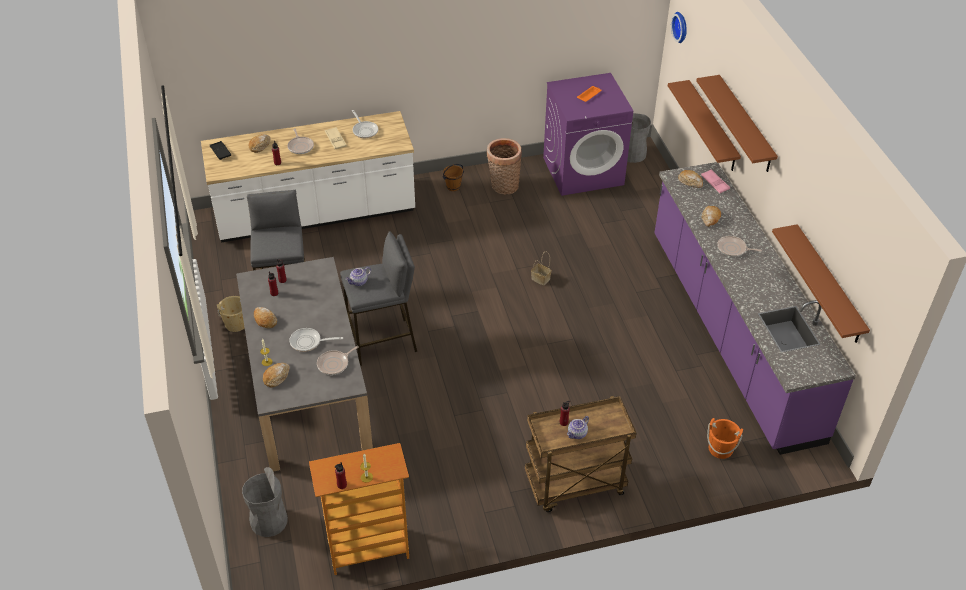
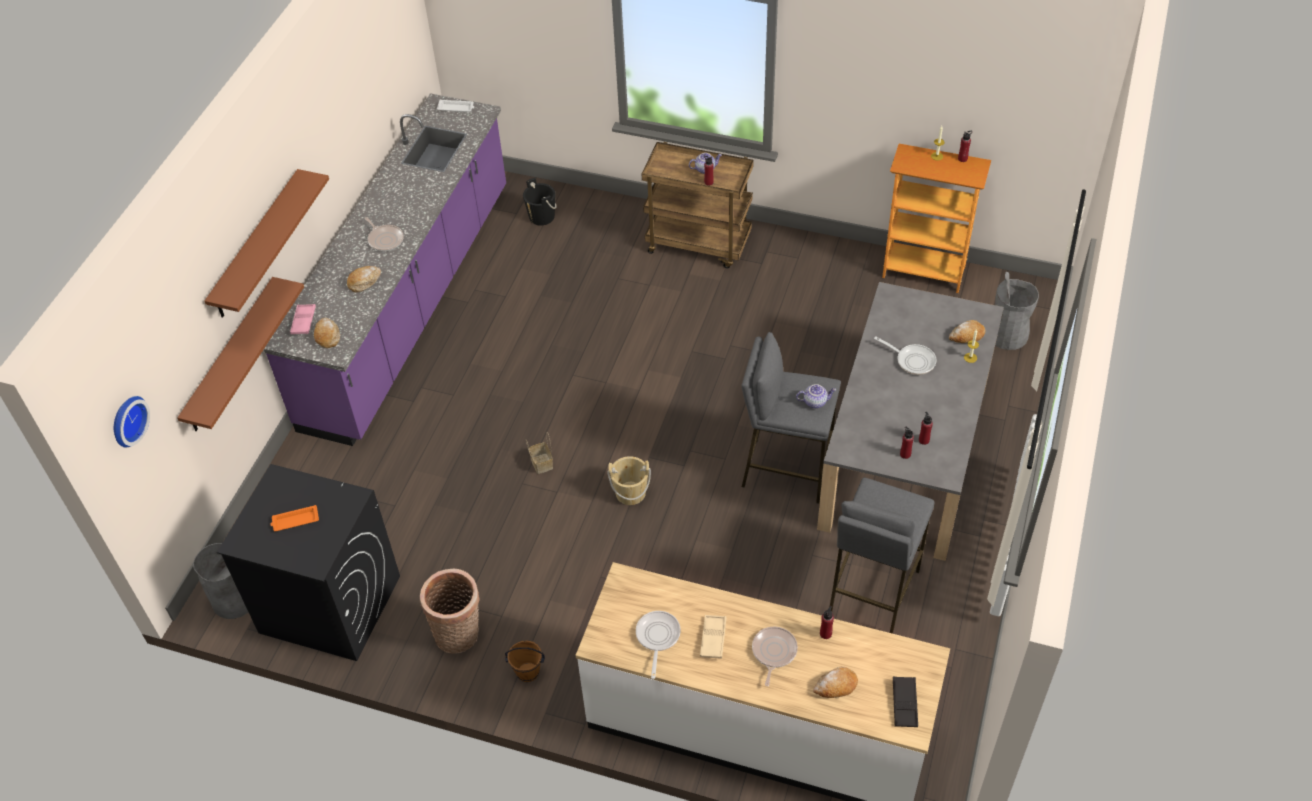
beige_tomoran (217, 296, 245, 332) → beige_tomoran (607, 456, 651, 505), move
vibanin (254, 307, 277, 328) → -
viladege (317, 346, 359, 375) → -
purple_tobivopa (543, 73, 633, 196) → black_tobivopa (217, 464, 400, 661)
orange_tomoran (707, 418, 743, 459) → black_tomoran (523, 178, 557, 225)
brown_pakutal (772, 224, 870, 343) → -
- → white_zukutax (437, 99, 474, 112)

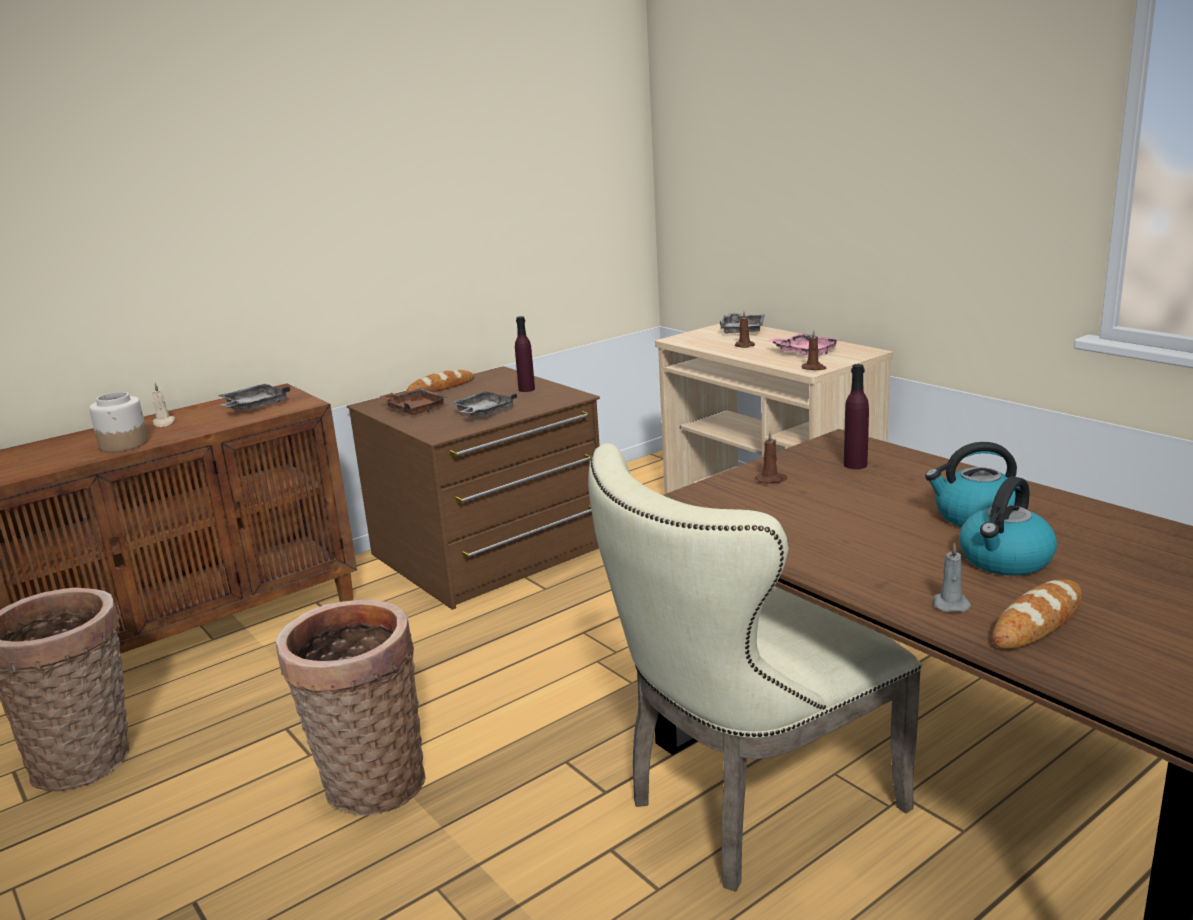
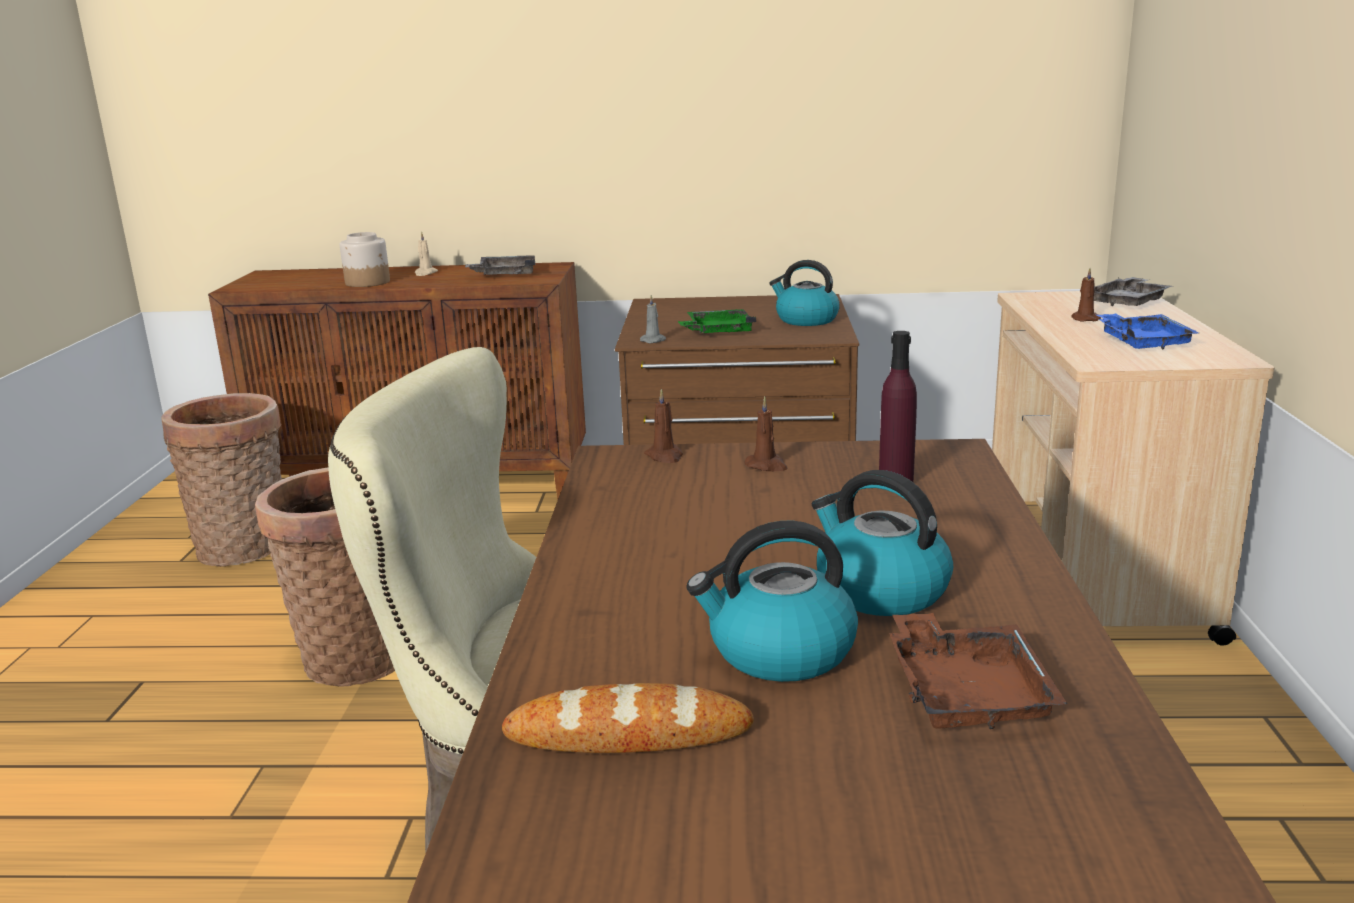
brown_zukutax (380, 388, 447, 415) → brown_zukutax (889, 613, 1067, 729), move
vibanin (406, 370, 474, 393) → -
grey_zukutax (451, 391, 517, 416) → green_zukutax (678, 309, 756, 333)
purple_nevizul (515, 316, 535, 392) → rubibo (769, 260, 840, 326)
pink_zukutax (768, 333, 841, 356) → blue_zukutax (1096, 313, 1199, 350)
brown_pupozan (802, 330, 827, 370) → brown_pupozan (644, 389, 683, 463), move
grey_pupozan (933, 542, 971, 612) → grey_pupozan (640, 295, 666, 343), move

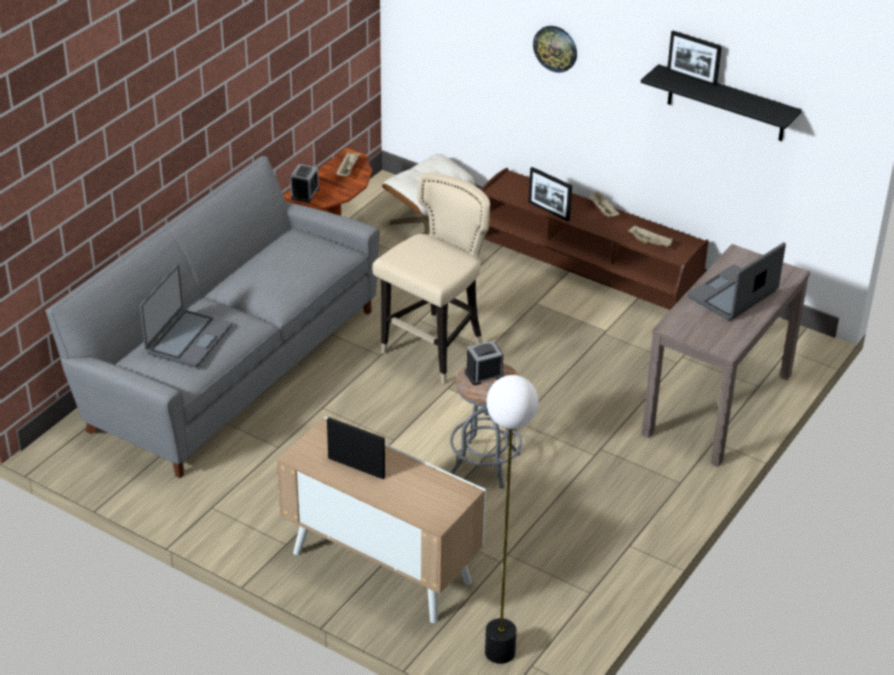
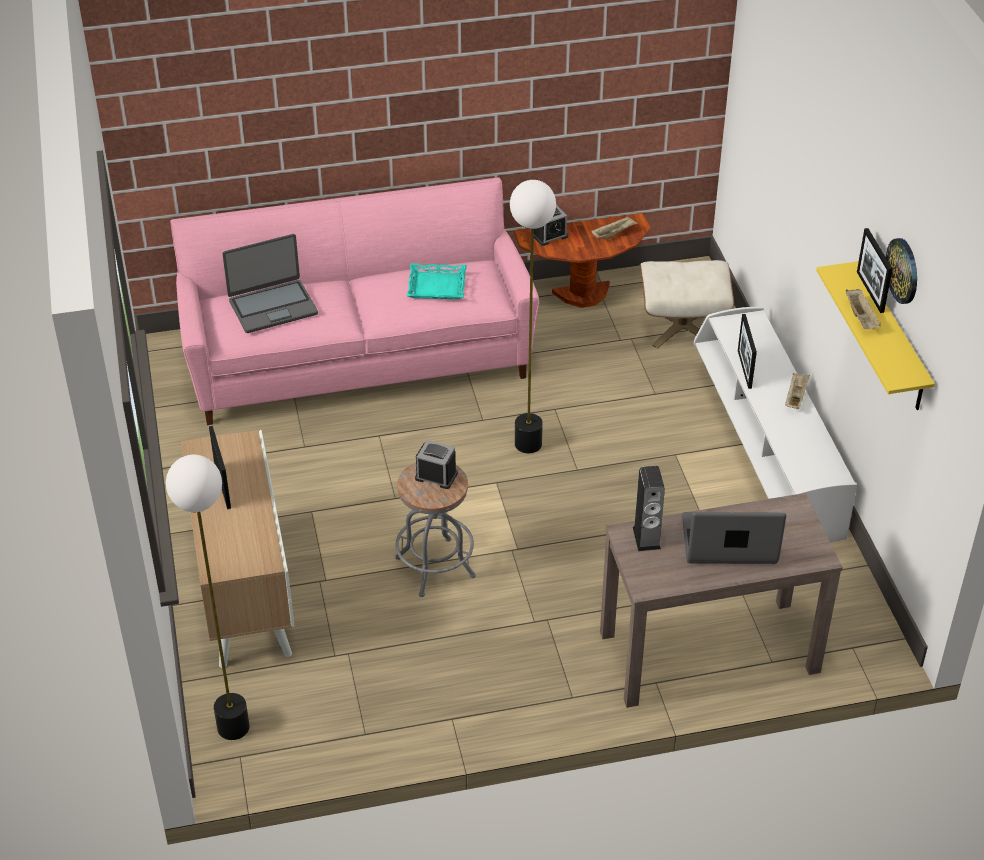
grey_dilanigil (46, 156, 380, 478) → pink_dilanigil (170, 178, 539, 425)
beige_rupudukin (372, 173, 490, 384) → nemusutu (510, 180, 556, 453)
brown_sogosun (481, 168, 709, 310) → white_sogosun (694, 307, 857, 542)
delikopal (533, 26, 577, 73) → delikopal (886, 238, 917, 304), move
beige_zukutax (628, 226, 673, 247) → beige_zukutax (845, 289, 881, 329), move
black_pakutal (641, 64, 802, 141) → yellow_pakutal (816, 261, 935, 410)
- → turquoise_zukutax (407, 263, 467, 299)
- → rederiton (633, 466, 665, 551)

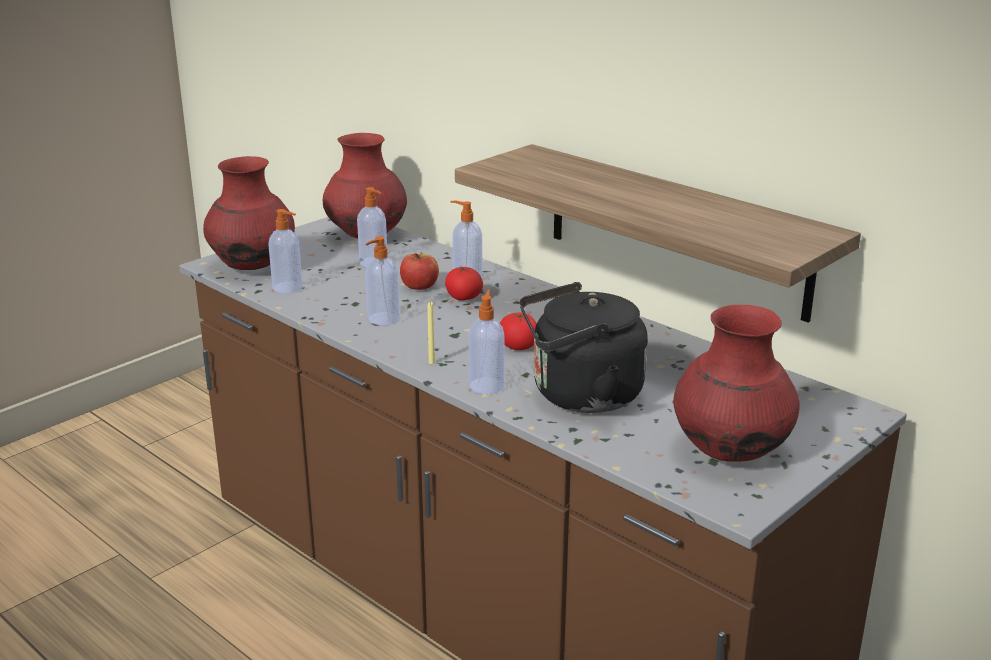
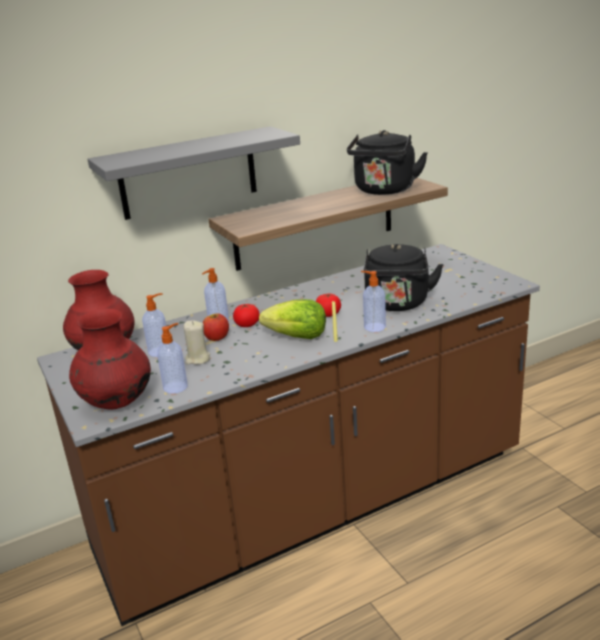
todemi (365, 236, 400, 325) → -
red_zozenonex (673, 305, 800, 462) → -
- → grey_pakutal (87, 126, 300, 220)
- → beige_pupozan (184, 321, 210, 365)
- → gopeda (259, 299, 326, 339)
- → black_rubibo (347, 130, 428, 195)

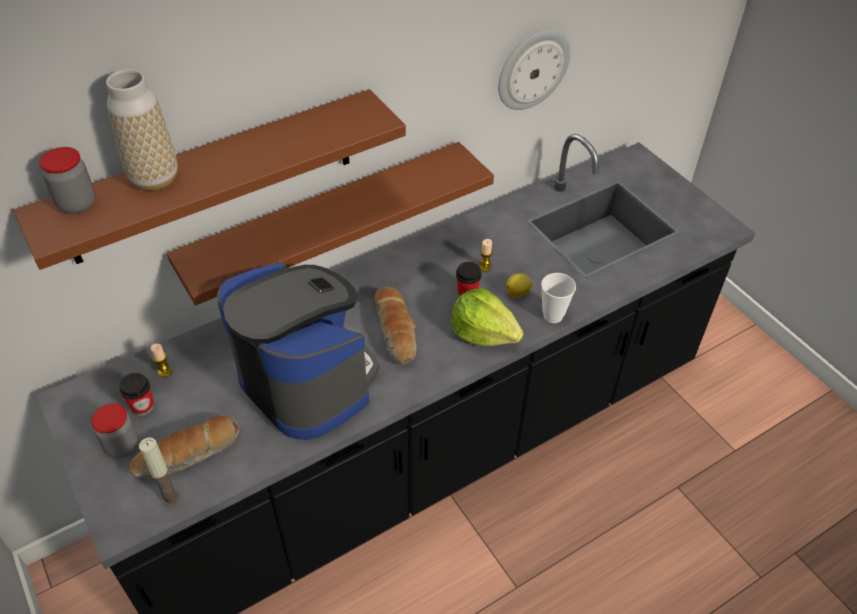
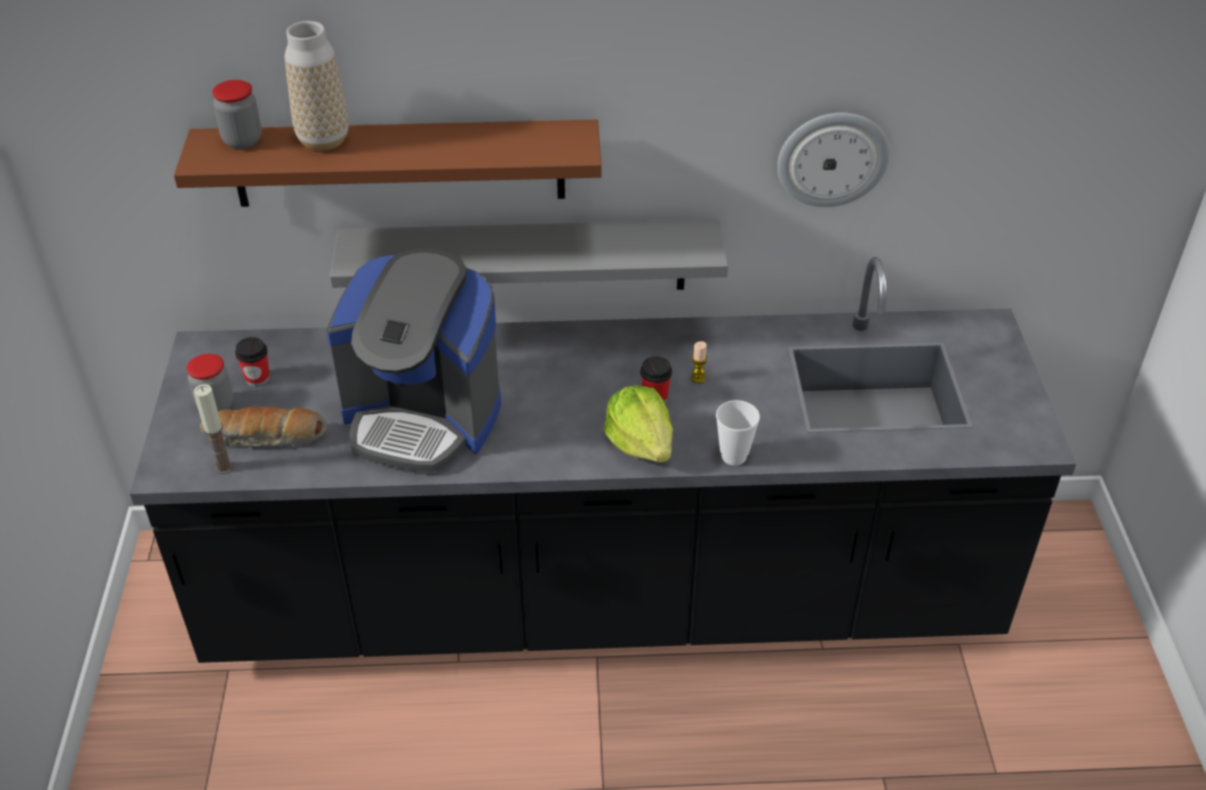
pupozan (150, 344, 172, 378) → -
brown_pakutal (167, 142, 494, 305) → grey_pakutal (330, 219, 728, 290)
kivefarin (217, 262, 379, 440) → kivefarin (326, 248, 501, 472), 120 degrees clockwise
vibanin (375, 287, 416, 364) → -
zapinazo (506, 274, 532, 298) → -

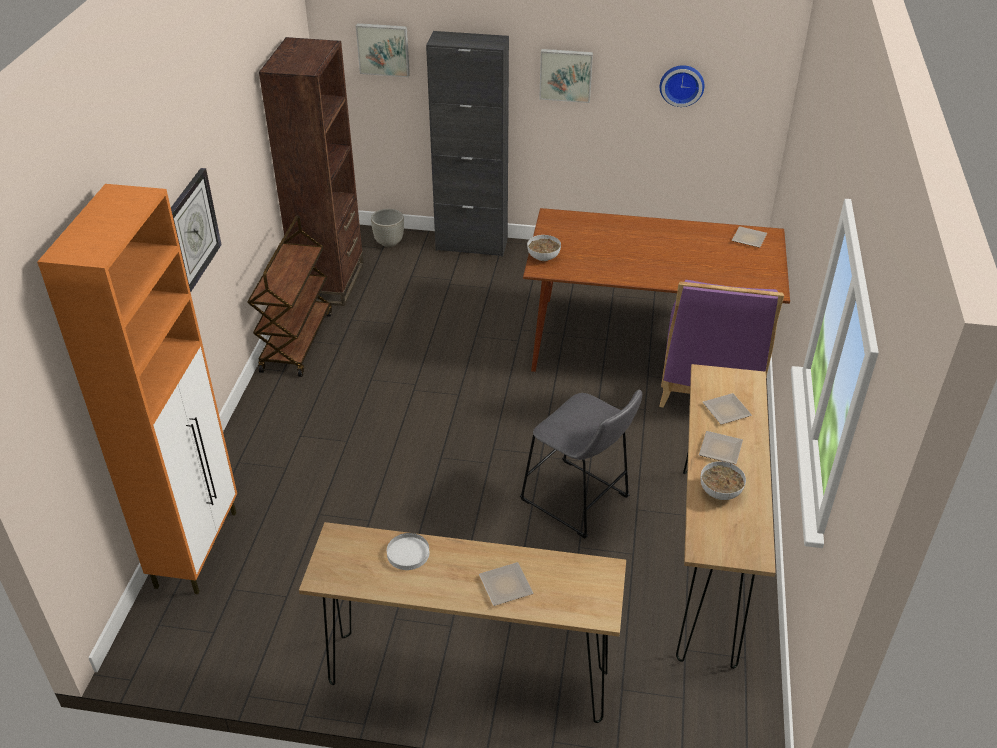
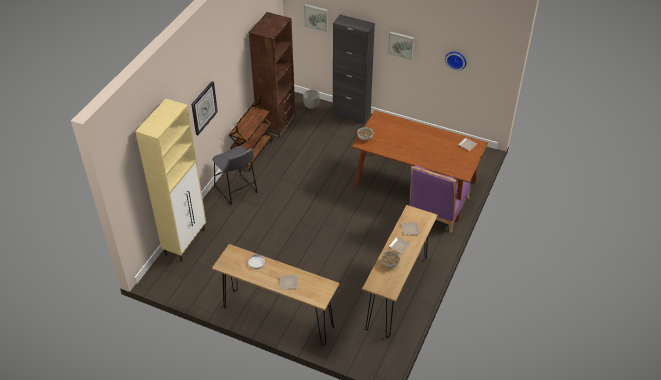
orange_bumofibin (37, 184, 237, 594) → beige_bumofibin (135, 99, 206, 261)
grey_rupudukin (520, 390, 642, 538) → grey_rupudukin (212, 146, 258, 205), move

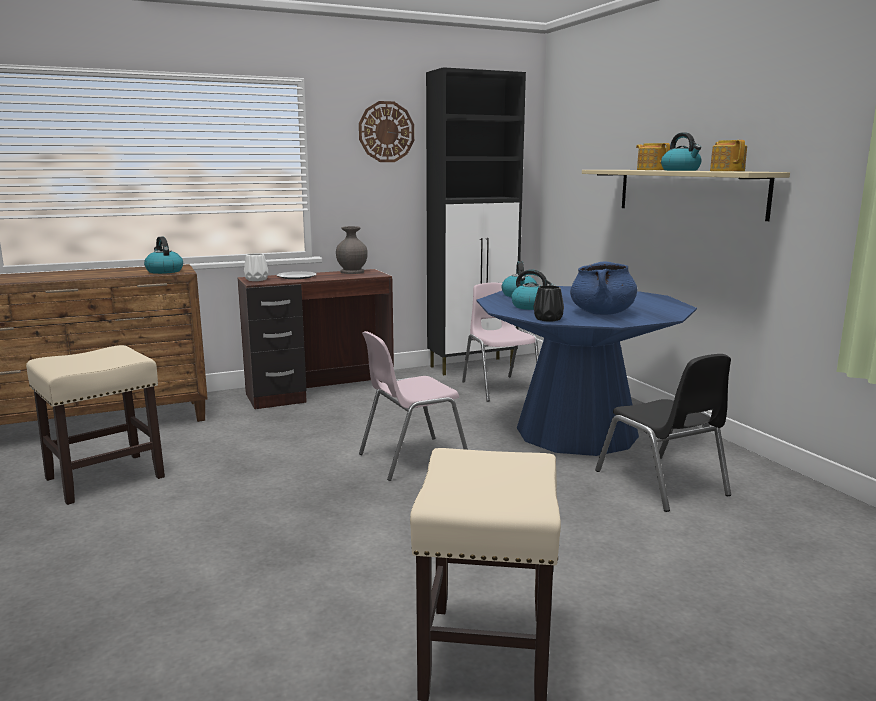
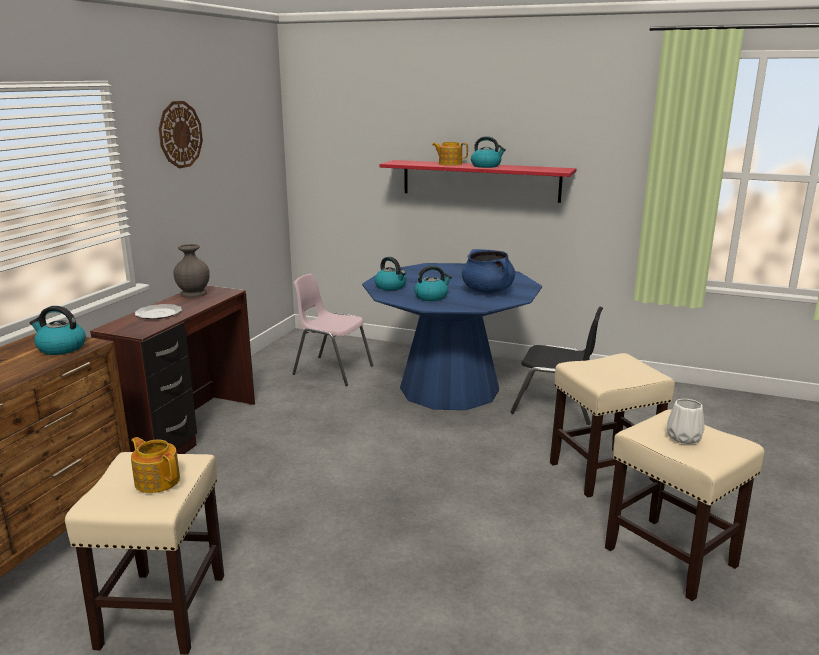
white_zozenonex (244, 253, 268, 281) → white_zozenonex (667, 399, 705, 444), move
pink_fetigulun (359, 331, 468, 481) → -
black_bumofibin (426, 67, 526, 375) → -
black_zozenonex (533, 285, 564, 322) → -
beige_pakutal (582, 170, 790, 221) → red_pakutal (379, 160, 577, 203)
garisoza (710, 140, 747, 171) → garisoza (131, 437, 180, 493), move
- → beige_rupudukin (550, 353, 675, 498)

